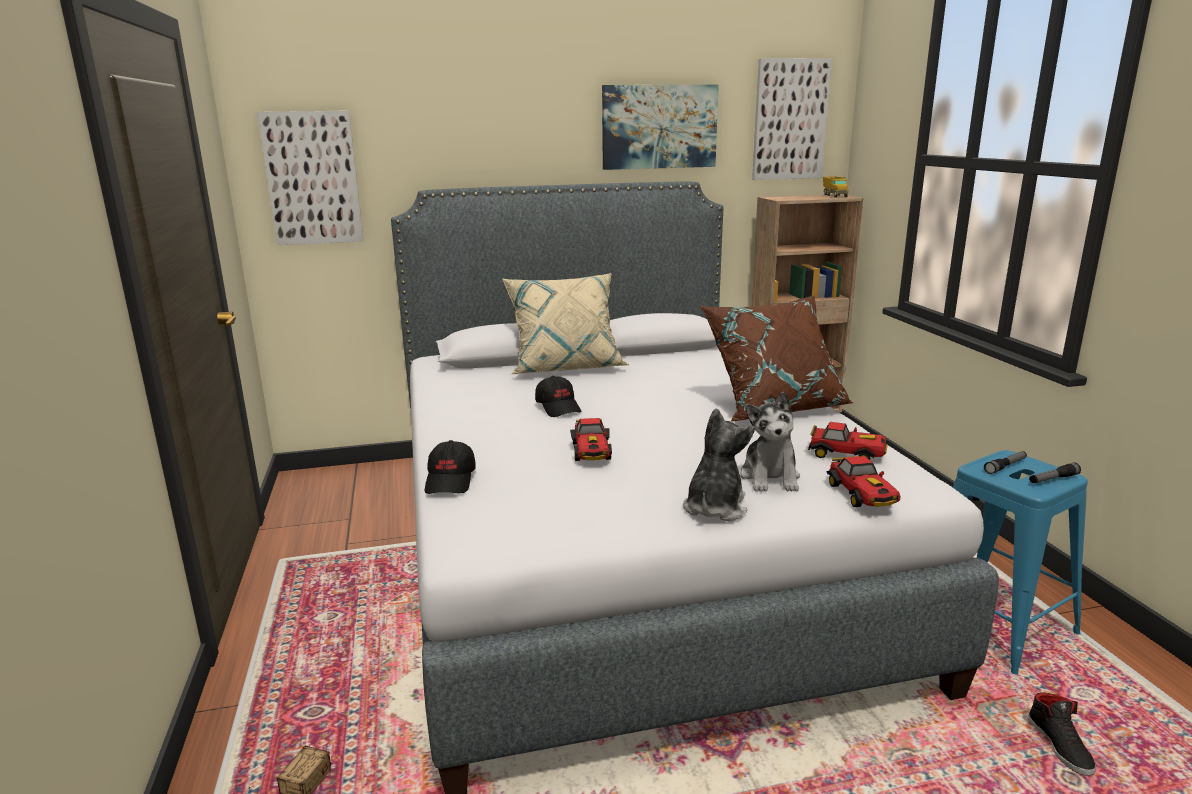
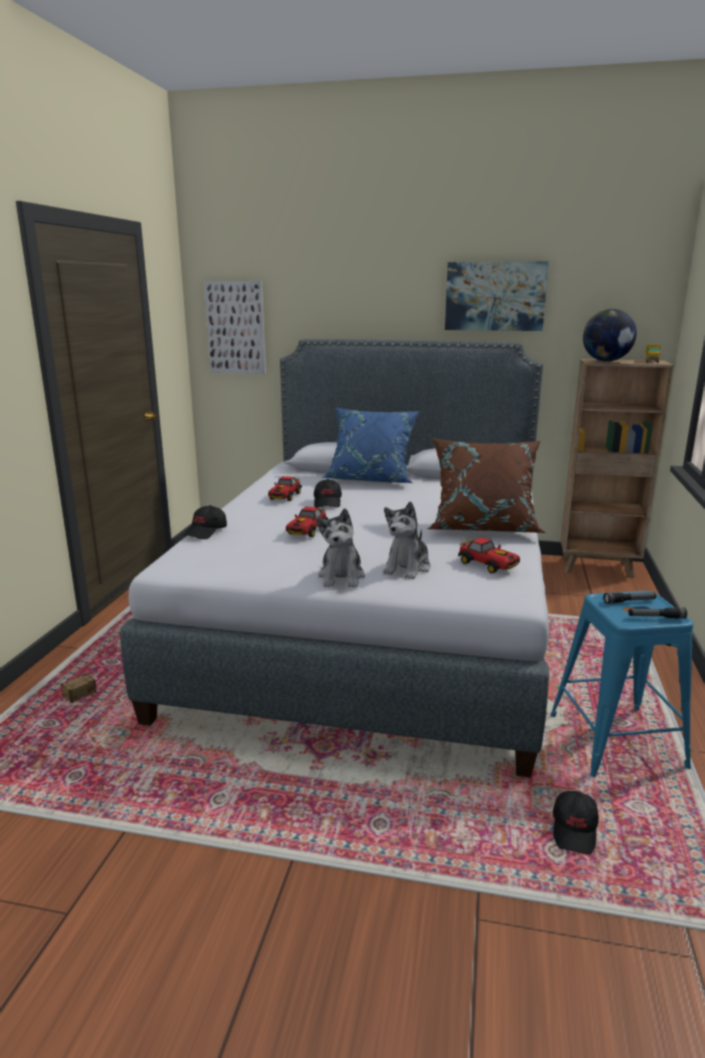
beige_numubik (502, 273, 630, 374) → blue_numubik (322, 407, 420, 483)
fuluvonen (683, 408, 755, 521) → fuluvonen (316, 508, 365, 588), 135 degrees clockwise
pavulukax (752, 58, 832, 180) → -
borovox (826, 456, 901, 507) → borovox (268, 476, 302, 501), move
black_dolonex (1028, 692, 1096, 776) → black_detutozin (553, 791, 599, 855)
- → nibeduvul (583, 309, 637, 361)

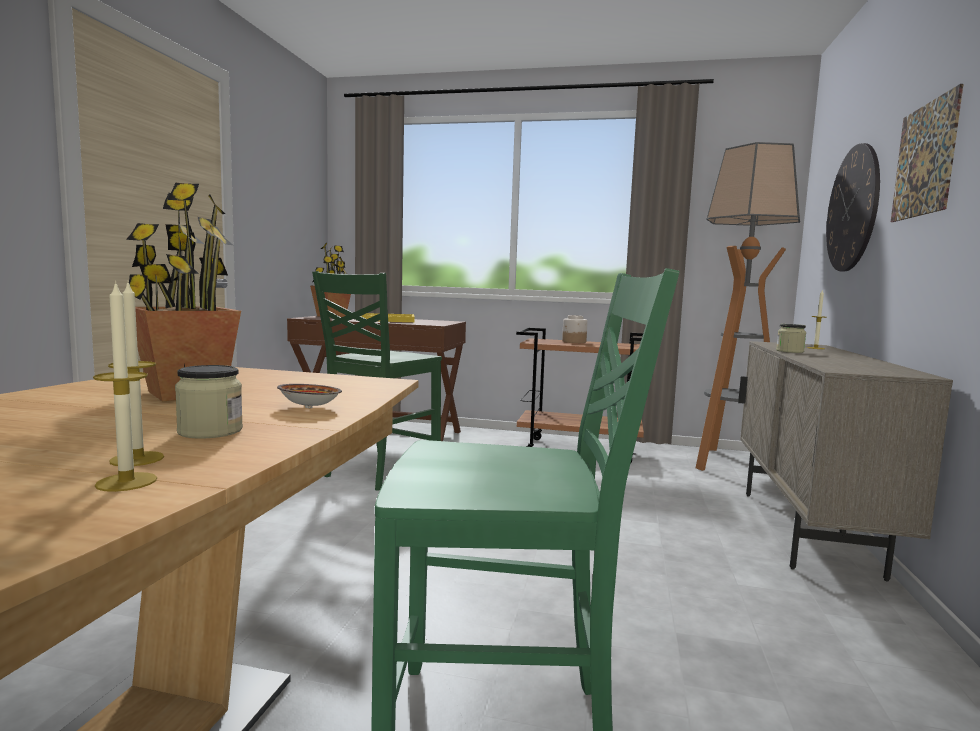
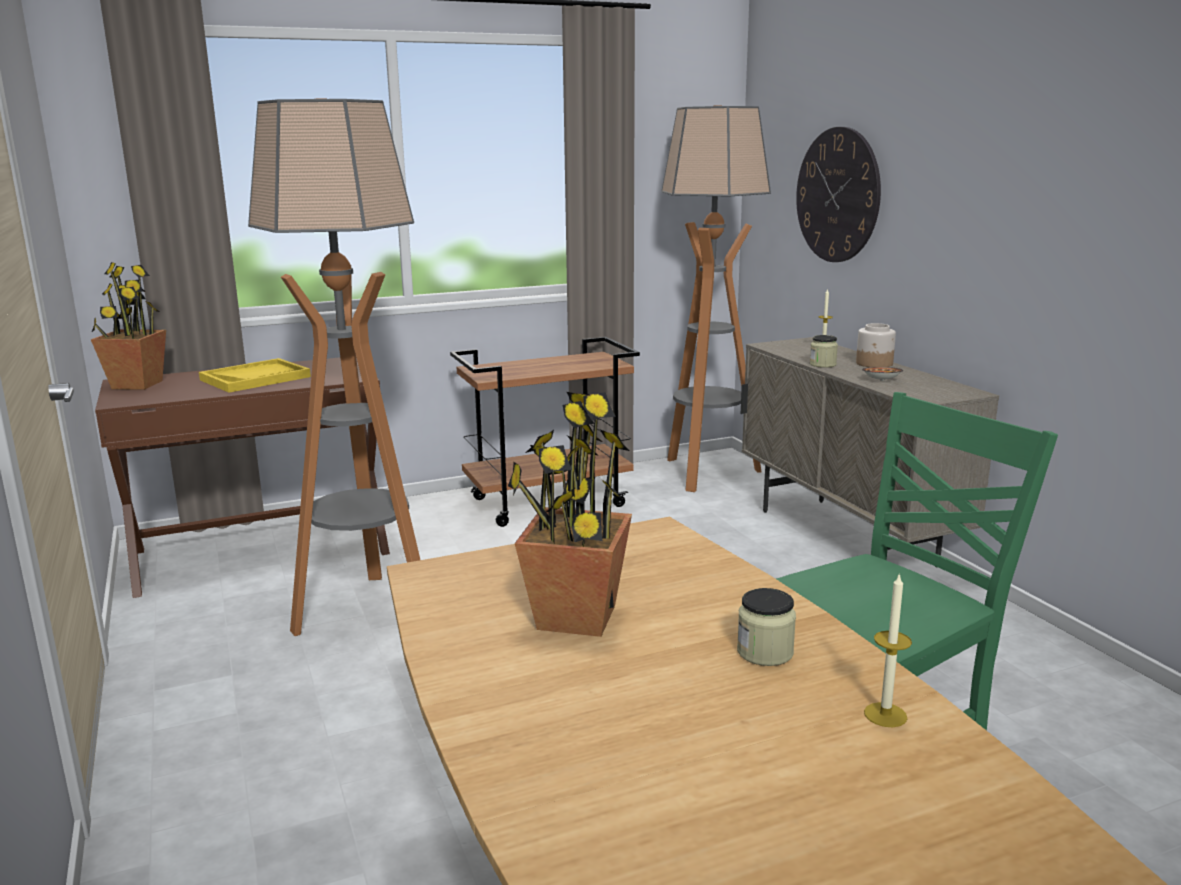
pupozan (108, 283, 164, 466) → -
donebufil (277, 384, 342, 408) → donebufil (862, 367, 903, 381), move
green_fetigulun (312, 271, 442, 491) → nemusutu (248, 99, 420, 636)
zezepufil (562, 315, 588, 343) → zezepufil (856, 323, 896, 367), move
pavulukax (891, 84, 964, 222) → -

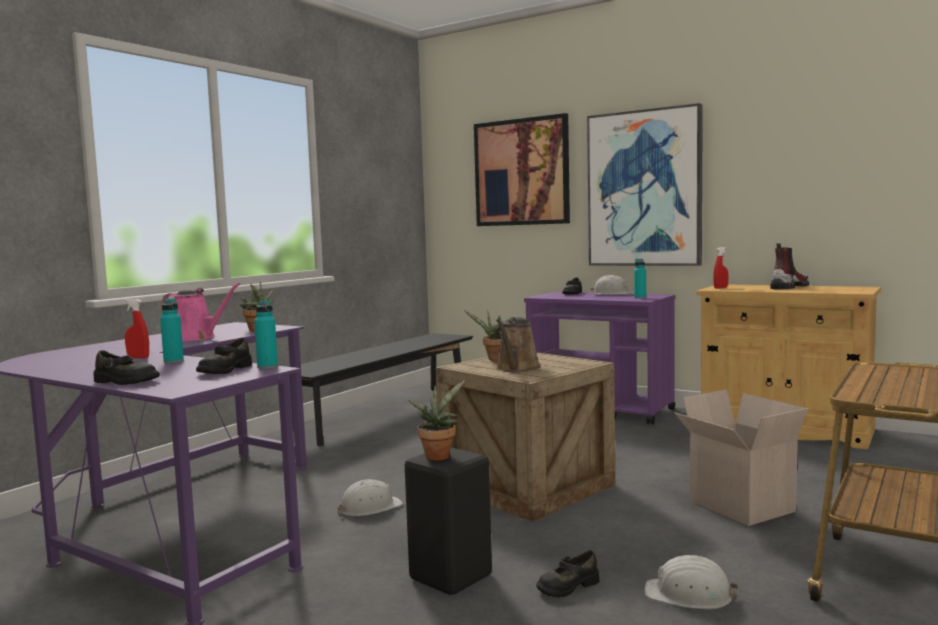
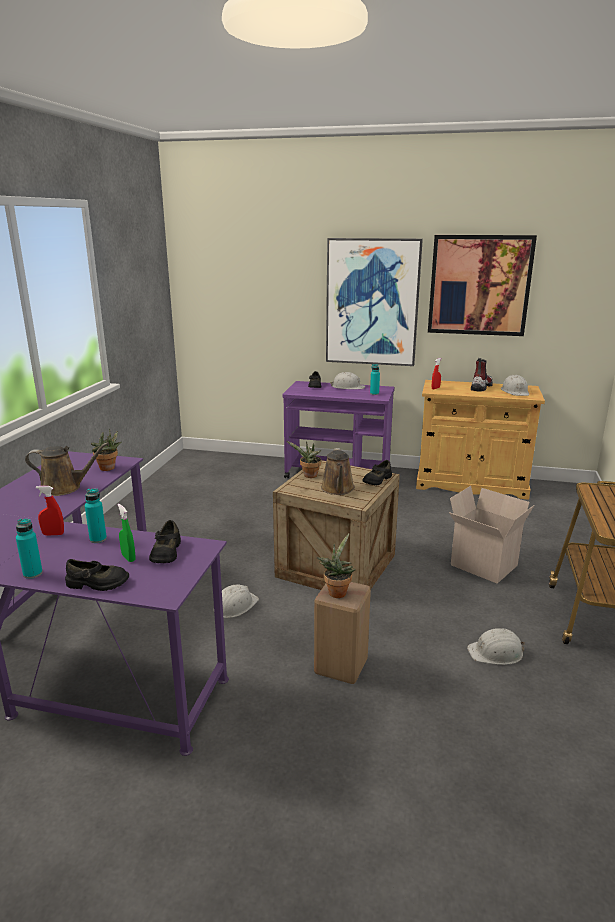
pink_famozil (162, 283, 240, 341) → brown_famozil (25, 442, 109, 496)
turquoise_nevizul (254, 300, 278, 369) → turquoise_nevizul (16, 519, 43, 579), move
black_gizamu (290, 333, 473, 446) → -
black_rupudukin (405, 447, 492, 595) → beige_rupudukin (314, 582, 371, 684)
pavulukax (474, 113, 570, 226) → pavulukax (428, 235, 537, 336), move
black_dolonex (536, 550, 599, 597) → black_dolonex (362, 460, 392, 485), move
- → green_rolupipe (118, 504, 136, 562)
- → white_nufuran (501, 375, 529, 396)

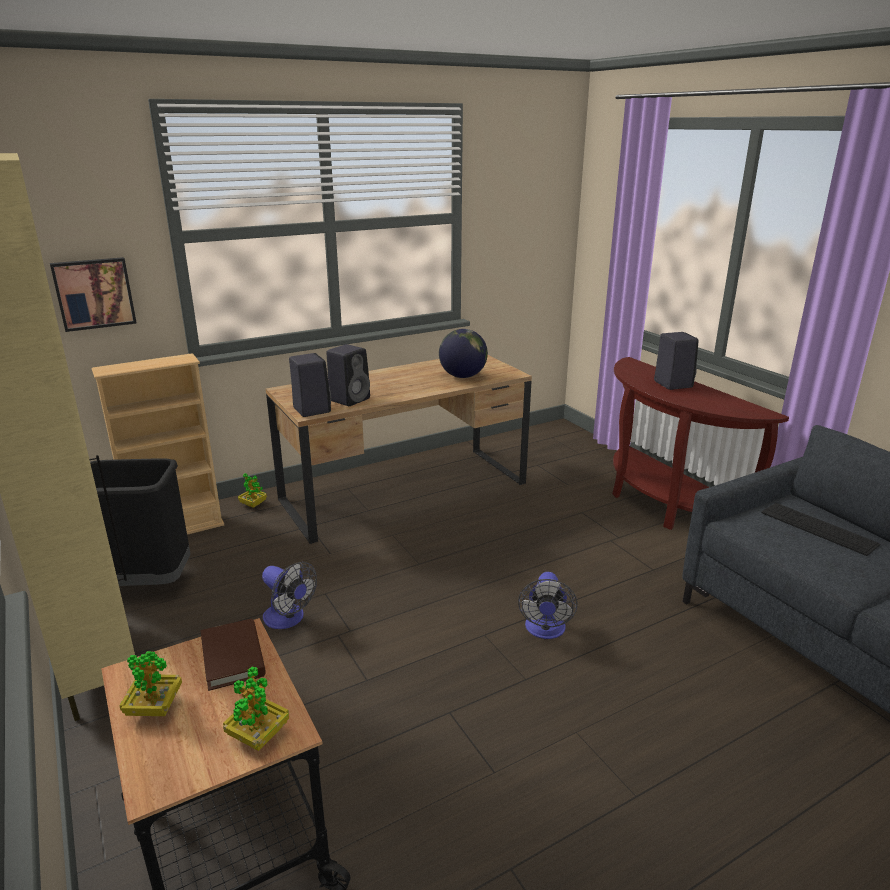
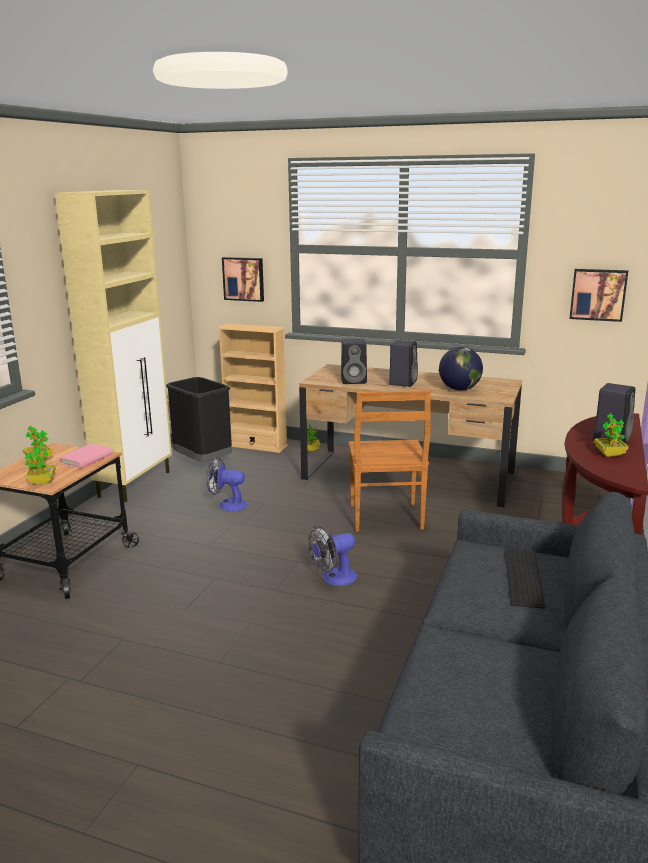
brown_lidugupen (201, 619, 266, 691) → pink_lidugupen (59, 444, 113, 469)
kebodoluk (262, 562, 317, 629) → kebodoluk (207, 457, 248, 511), 105 degrees clockwise
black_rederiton (289, 353, 331, 417) → black_rederiton (389, 340, 418, 387), move
- → brown_fetigulun (349, 390, 431, 532)
- → pavulukax (569, 269, 628, 322)
- → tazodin (594, 413, 629, 457)

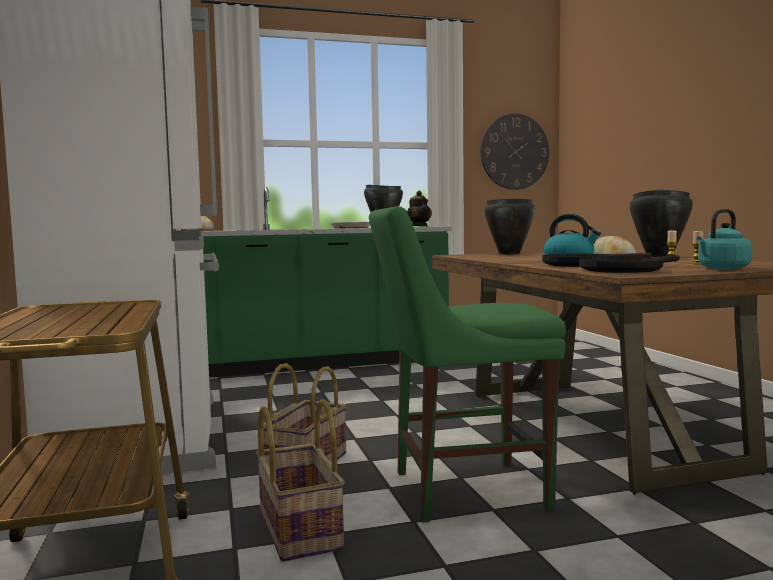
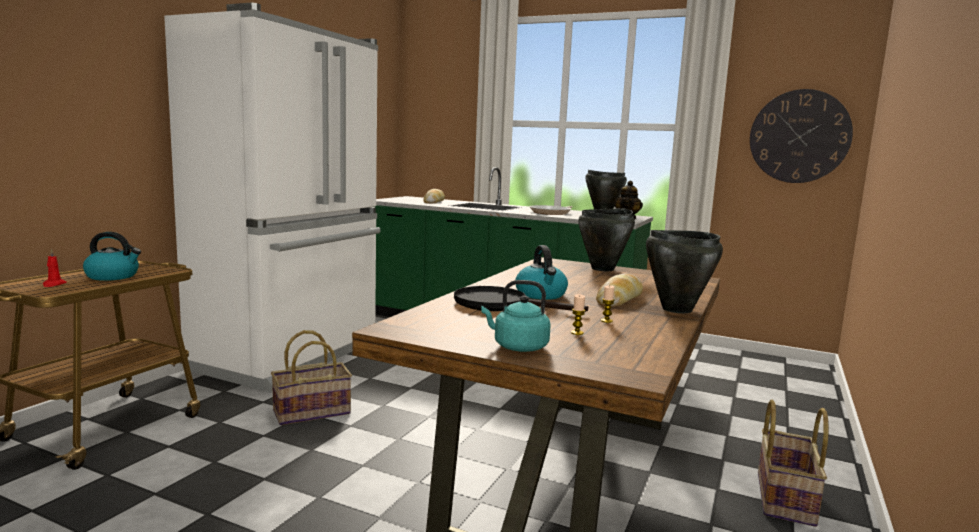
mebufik (256, 399, 345, 562) → mebufik (758, 400, 829, 527), move
green_fetigulun (369, 206, 566, 522) → -
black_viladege (579, 255, 680, 273) → -
- → red_pupozan (43, 249, 67, 287)
- → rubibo (83, 232, 141, 281)

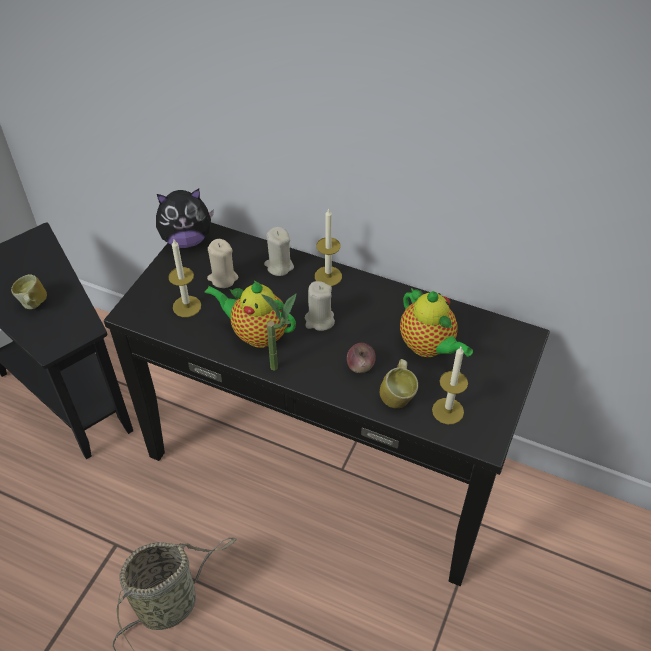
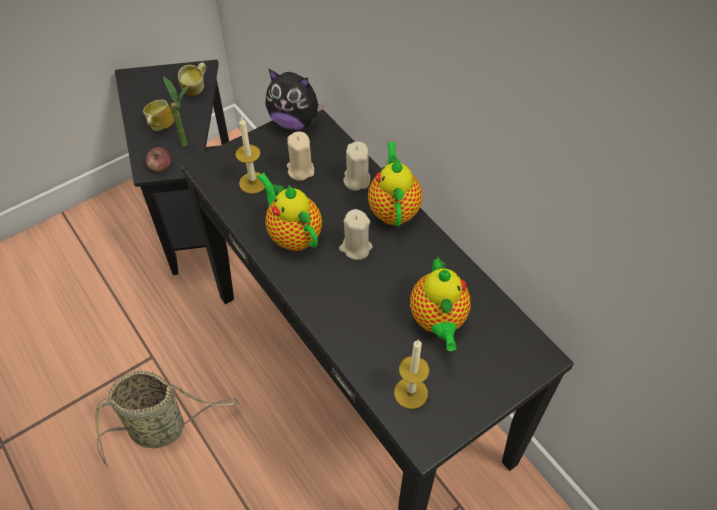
tazodin (261, 294, 296, 371) → tazodin (163, 76, 189, 146), move
pupozan (315, 208, 342, 286) → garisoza (368, 142, 422, 226)
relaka (347, 343, 376, 373) → relaka (146, 147, 171, 172), move
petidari (380, 359, 418, 408) → petidari (178, 62, 206, 96), move

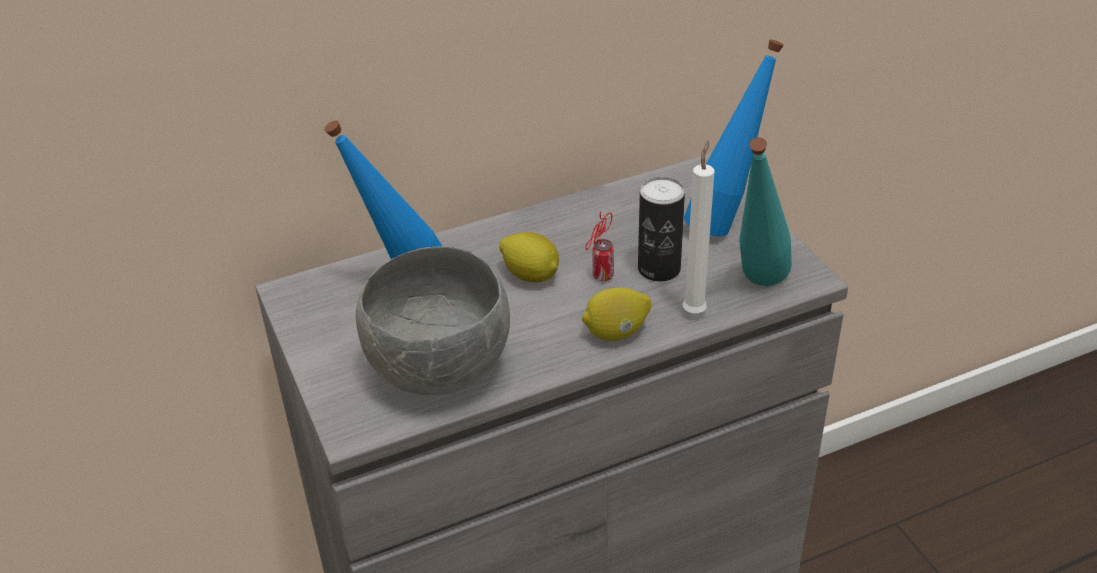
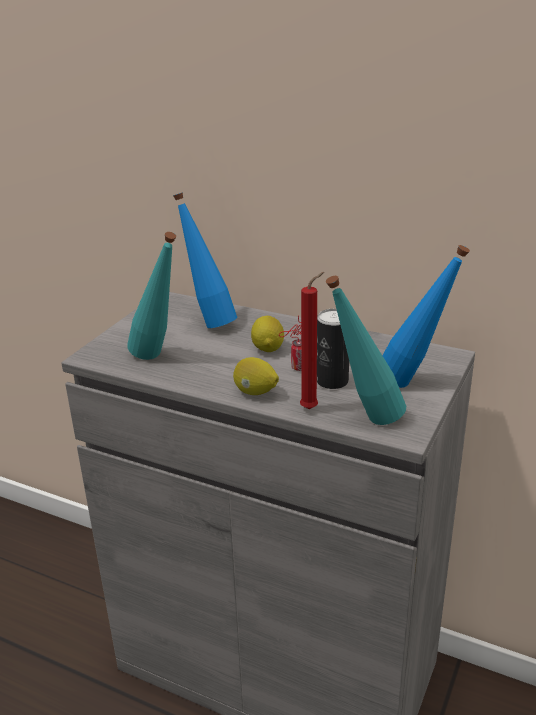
grey_donebufil (356, 246, 510, 395) → turquoise_nevizul (127, 232, 176, 360)
white_pupozan (683, 140, 714, 314) → red_pupozan (300, 272, 324, 409)

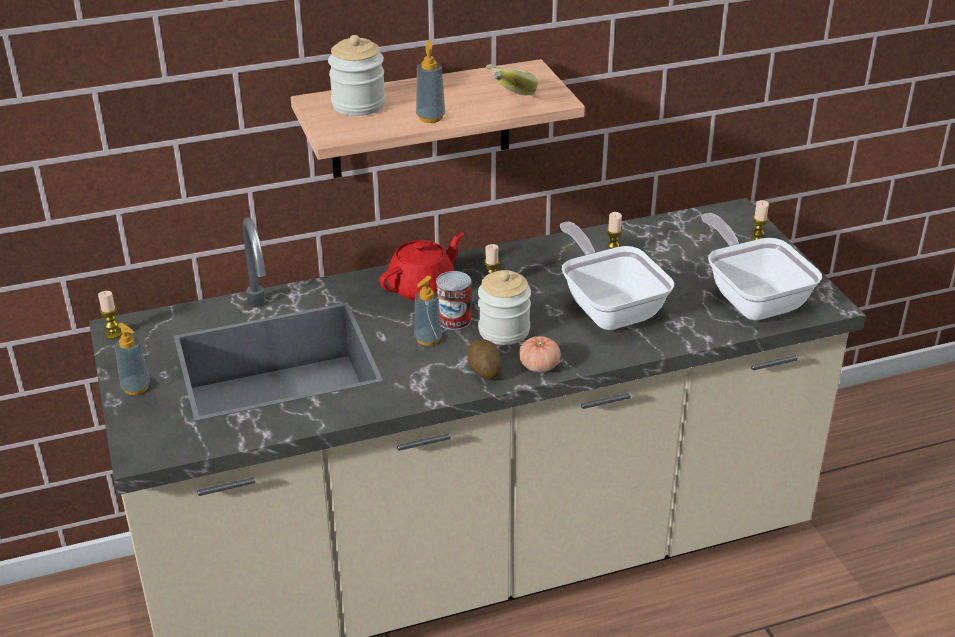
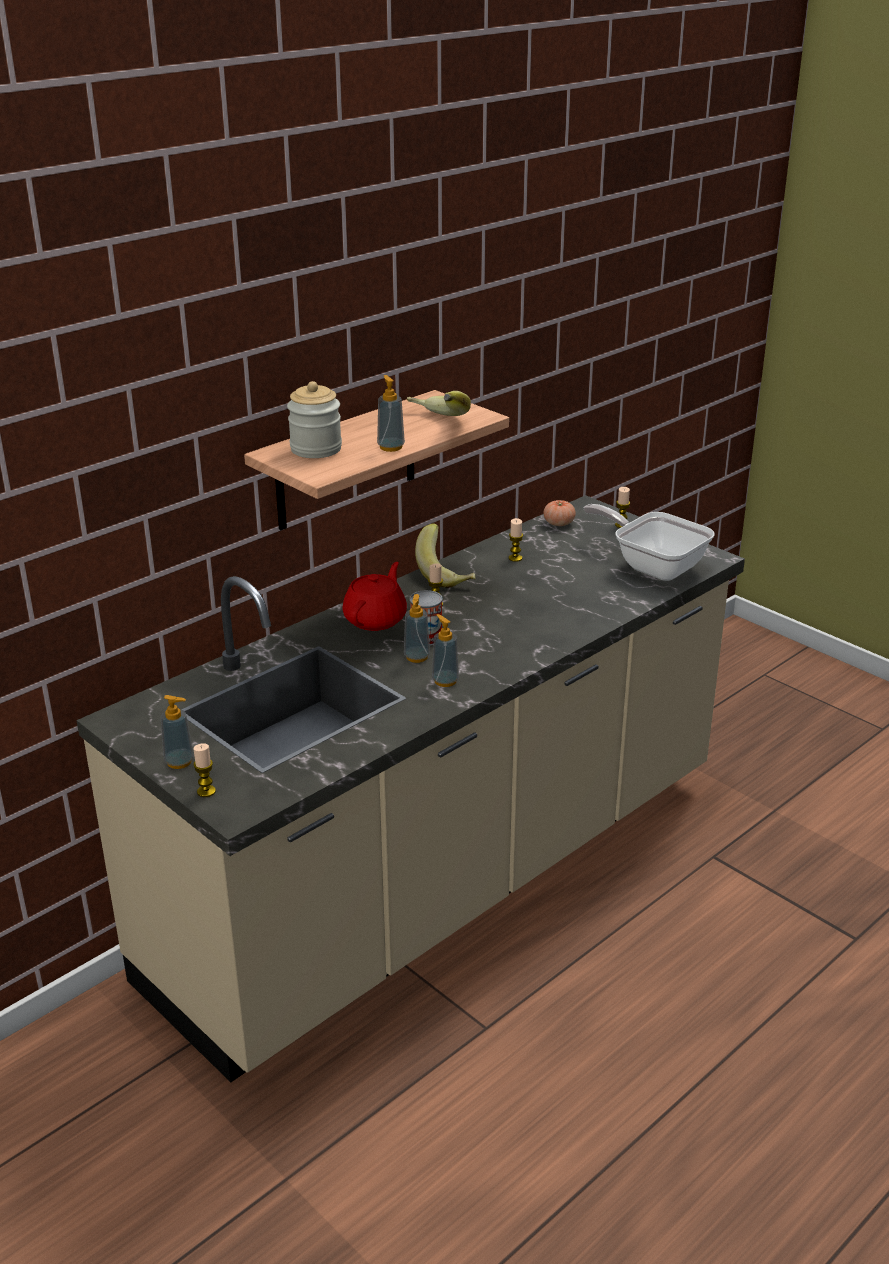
pupozan (98, 291, 122, 339) → pupozan (193, 743, 216, 797), move
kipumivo (468, 339, 502, 379) → -
zezepufil (478, 270, 531, 345) → -
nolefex (519, 336, 561, 372) → nolefex (544, 500, 576, 526), move
viladege (560, 222, 674, 330) → -
- → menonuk (415, 523, 475, 588)
- → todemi (432, 614, 459, 687)

